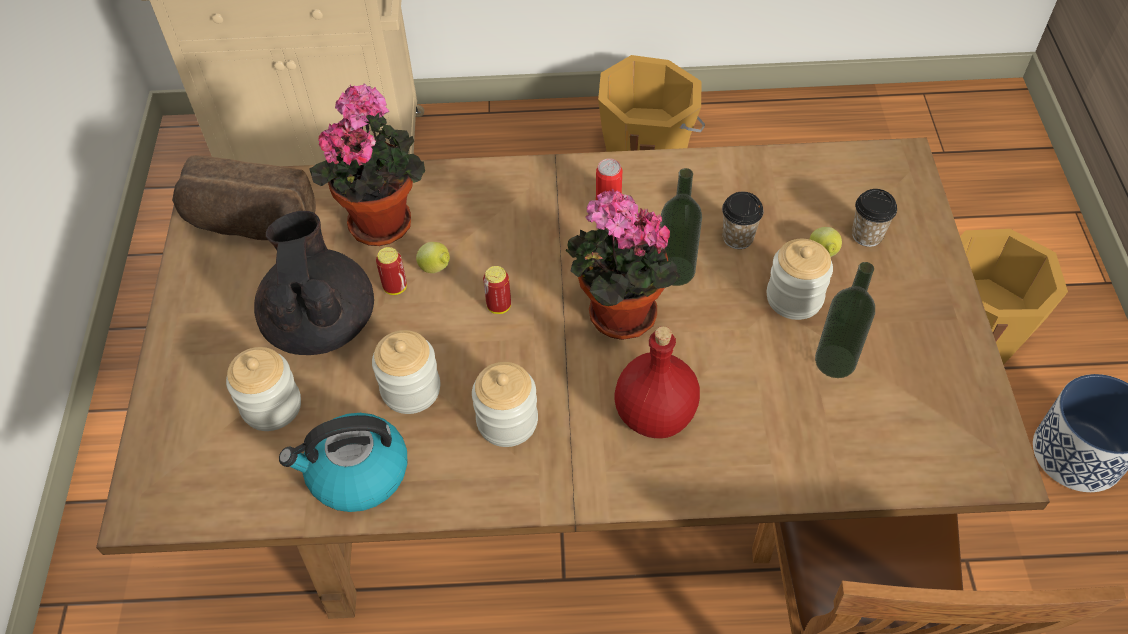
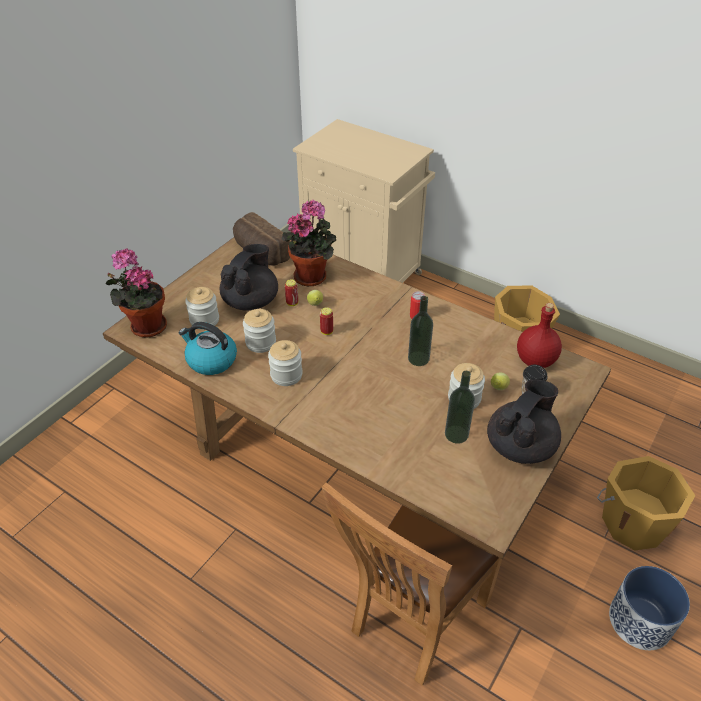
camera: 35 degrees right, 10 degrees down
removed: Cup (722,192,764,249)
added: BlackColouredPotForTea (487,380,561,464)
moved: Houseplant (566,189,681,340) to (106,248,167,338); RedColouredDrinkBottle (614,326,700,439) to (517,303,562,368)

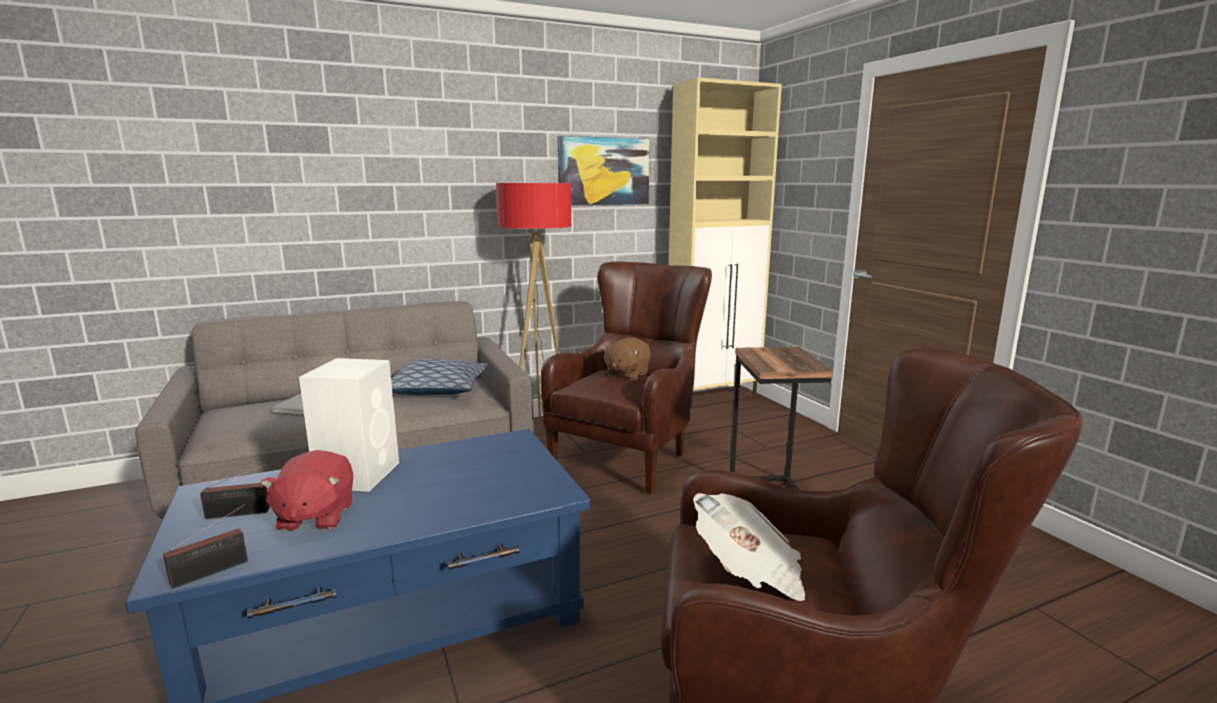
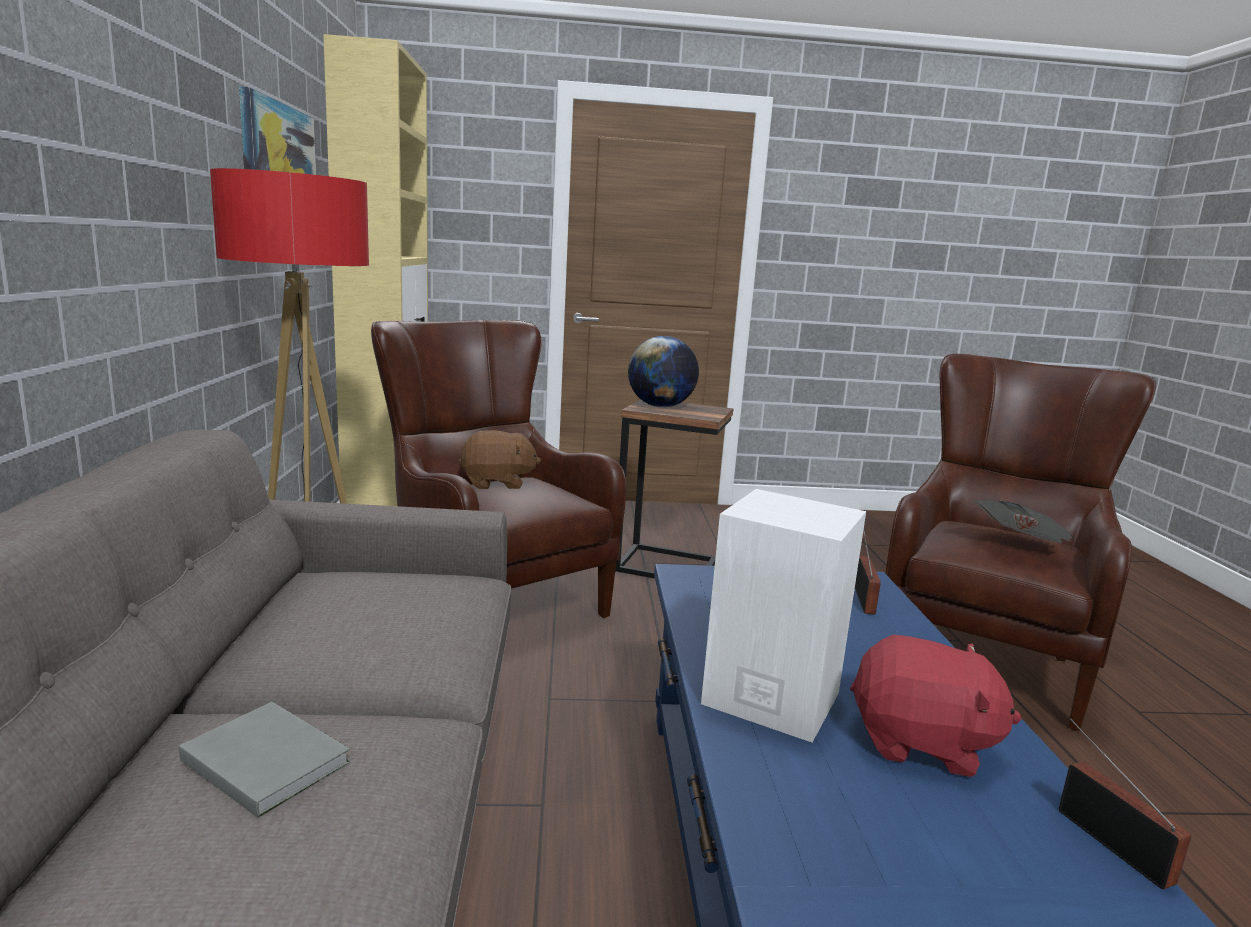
camera: 70 degrees left, 0 degrees up
removed: Cushion (391,358,489,395)
added: WorldGlobe (628,336,699,408)
moved: Radio (200,463,270,519) to (855,530,881,614)
turned: BrownSoftToy (602,337,651,380) = (459,430,541,489) 60 degrees counterclockwise

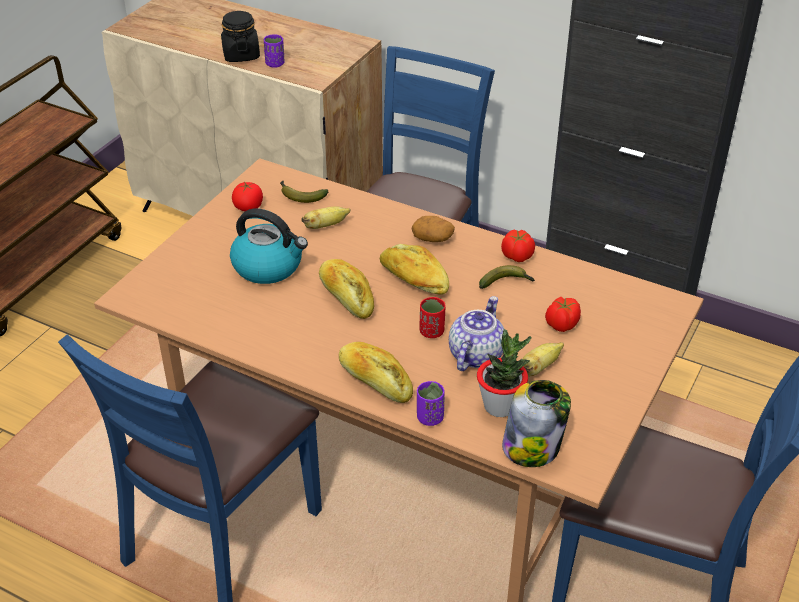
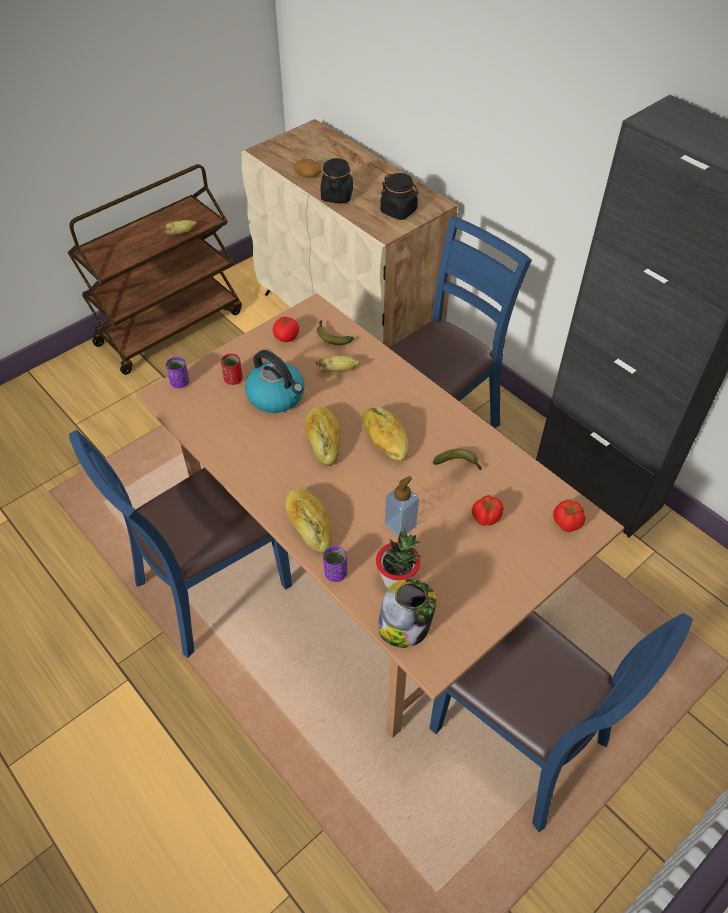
camera: 20 degrees right, 10 degrees up
added: BlackColouredPreserveJar (380,173,419,220)
moved: PurpleCup (264,34,284,68) to (166,357,189,388); Potato (411,216,455,242) to (294,159,321,178); RedColouredCup (420,297,446,338) to (221,354,243,385); Tomato (501,229,535,262) to (553,500,586,532); BananaFruit (522,342,564,376) to (162,220,197,235)
replaced: PotForTea (449,296,504,371) to SoapDispenser (385,476,419,536)

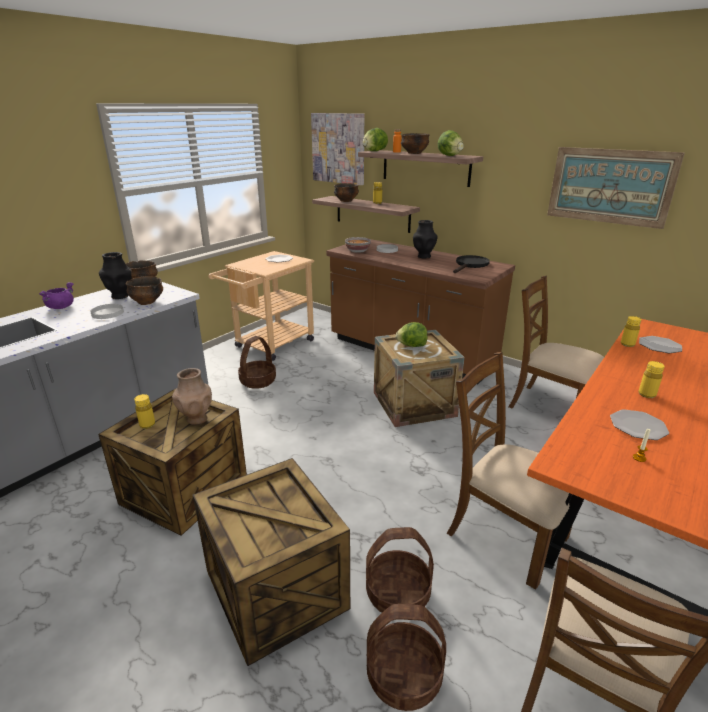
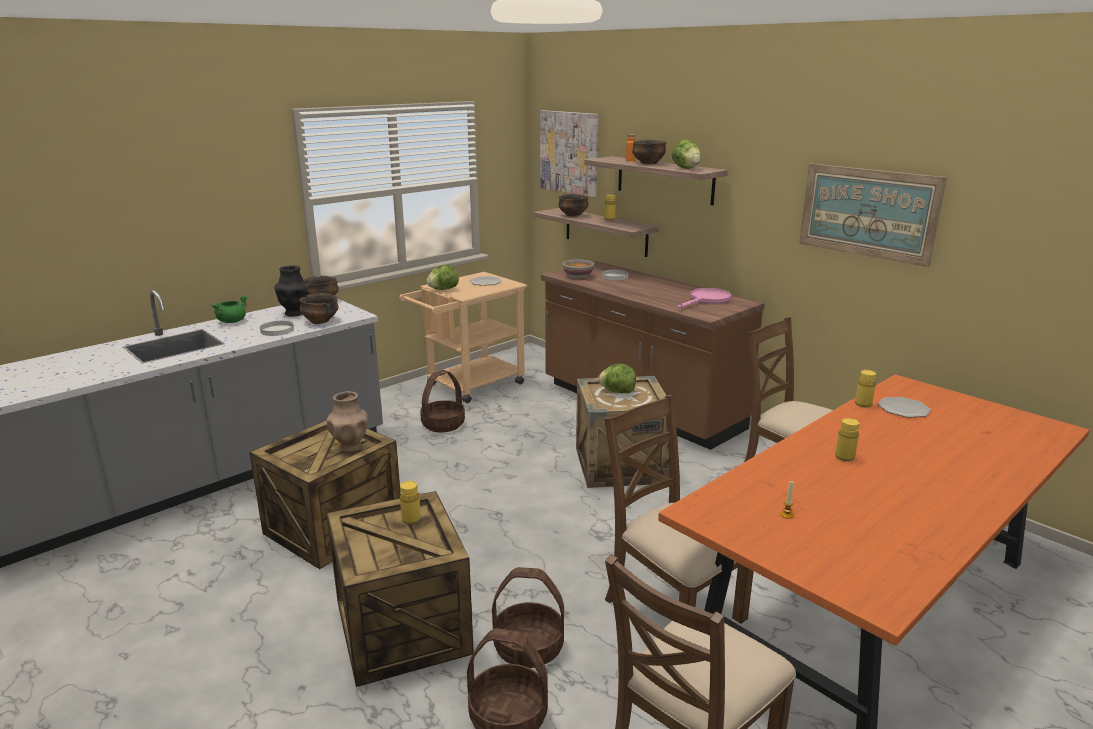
camera: 10 degrees right, 5 degrees down
removed: BlackColouredDecorativeVase (413,220,438,259); DinnerPlate (610,409,669,440)
moved: YellowishDrinkBottle (134,394,155,429) to (400,481,421,525); LettuceHead (362,128,388,151) to (426,264,459,290)
recoloured: PurpleStockpot (39,282,74,309) to GreenStockpot (212,295,248,323); BlackColouredPan (453,255,490,273) to PinkishPan (678,288,731,309)

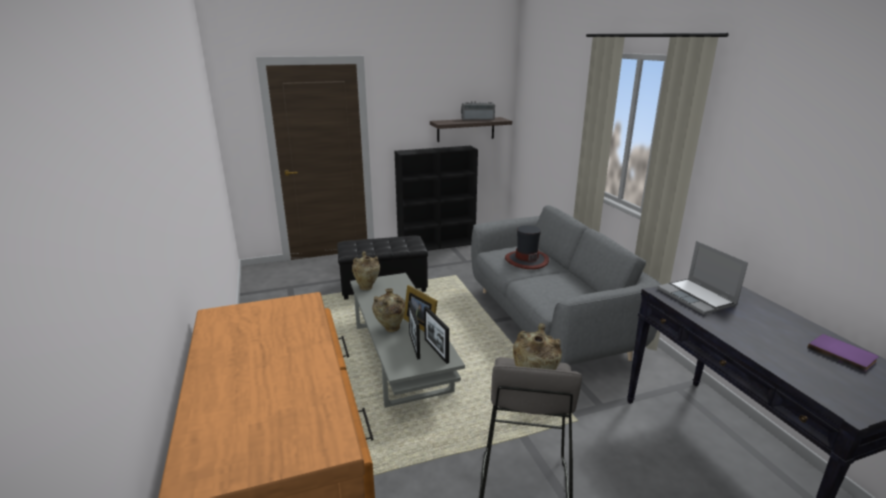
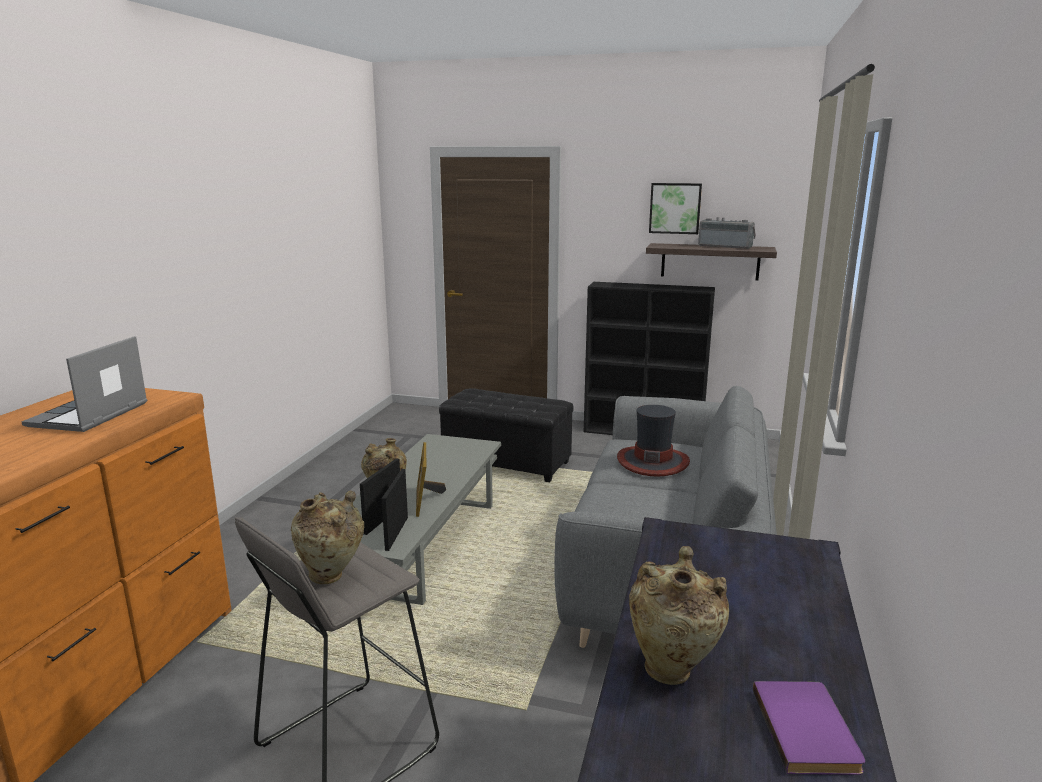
camera: 35 degrees right, 5 degrees down
added: Picture (649,183,702,234)
moved: BeigeColouredDecorativeVase (352,251,380,290) to (629,546,729,685); Laptop (657,241,748,315) to (22,336,147,432)

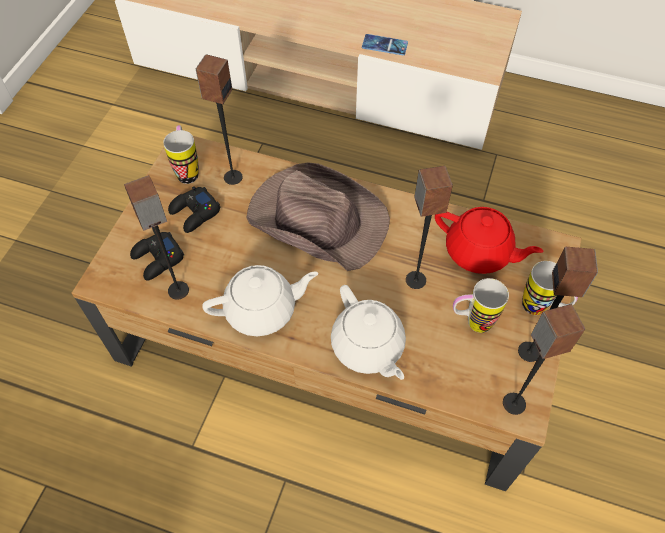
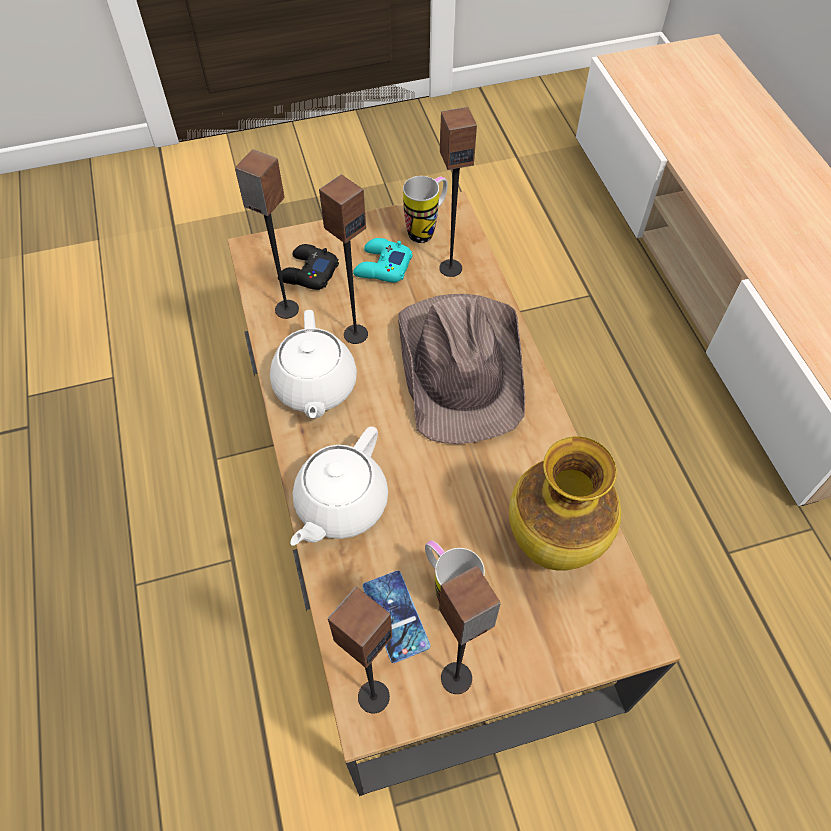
camera: 55 degrees right, 0 degrees up
removed: TeaMug (522,261,578,315)
moved: Phone (362,34,408,55) to (362,571,430,663); Loudspeaker (406,166,453,289) to (319,175,368,344)
replaced: RedColouredPotForTea (435,207,544,274) to DecorativeVase (509,436,621,570)
recoloured: BlackColouredGameController (168,186,221,233) to BlueGreenGameController (353,238,413,282)
turned: WhiteColouredPotForTea (202,265,318,336) = (270,310,357,418) 45 degrees clockwise

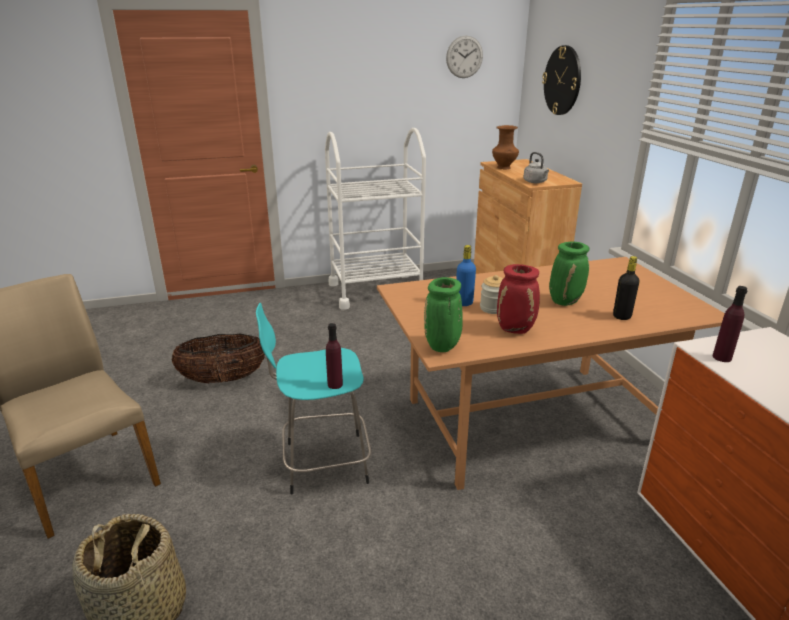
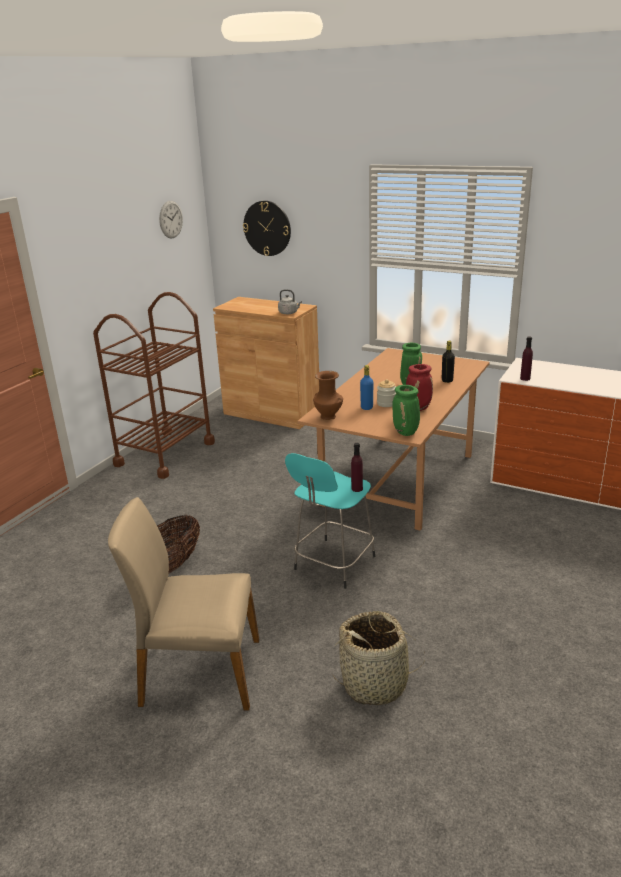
camera: 45 degrees left, 0 degrees up
moved: BrownDecorativeVase (492,125,519,170) to (313,371,343,420)
recoloured: WhiteColouredCart (325,128,426,310) to BrownCart (93,292,215,479)

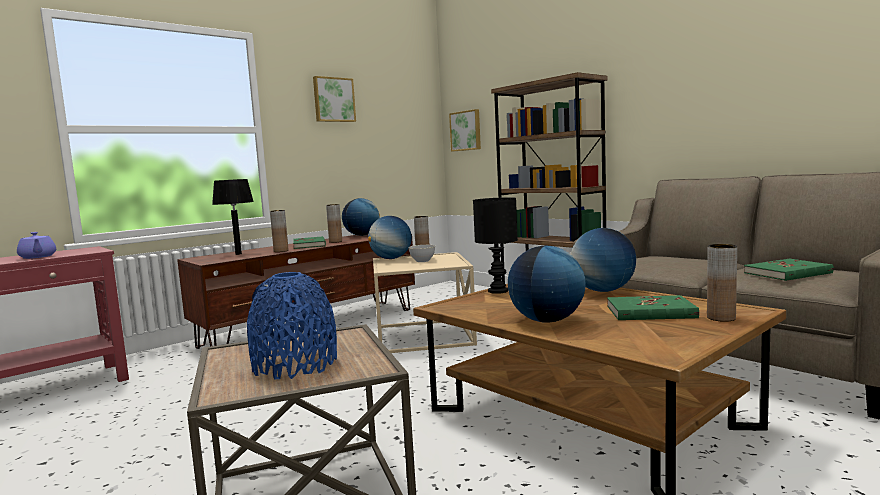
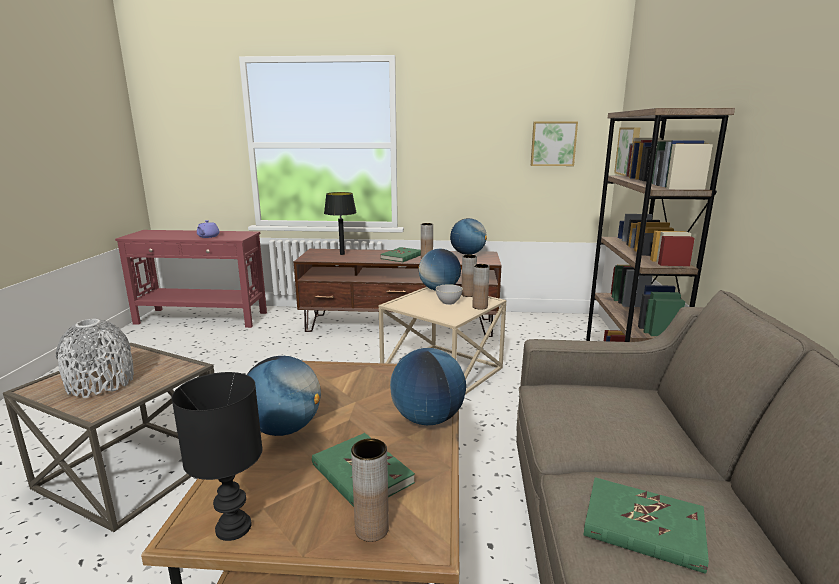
camera: 45 degrees right, 10 degrees up
moved: BrownDecorativeVase (270,210,289,252) to (472,264,490,310); Picture (313,76,356,122) to (531,122,578,166); BlackColouredTableLamp (473,197,518,294) to (171,372,262,541)
recoloured: BlueColouredDecorativeVase (247,272,337,379) to GrayDecorativeVase (56,319,134,398)

